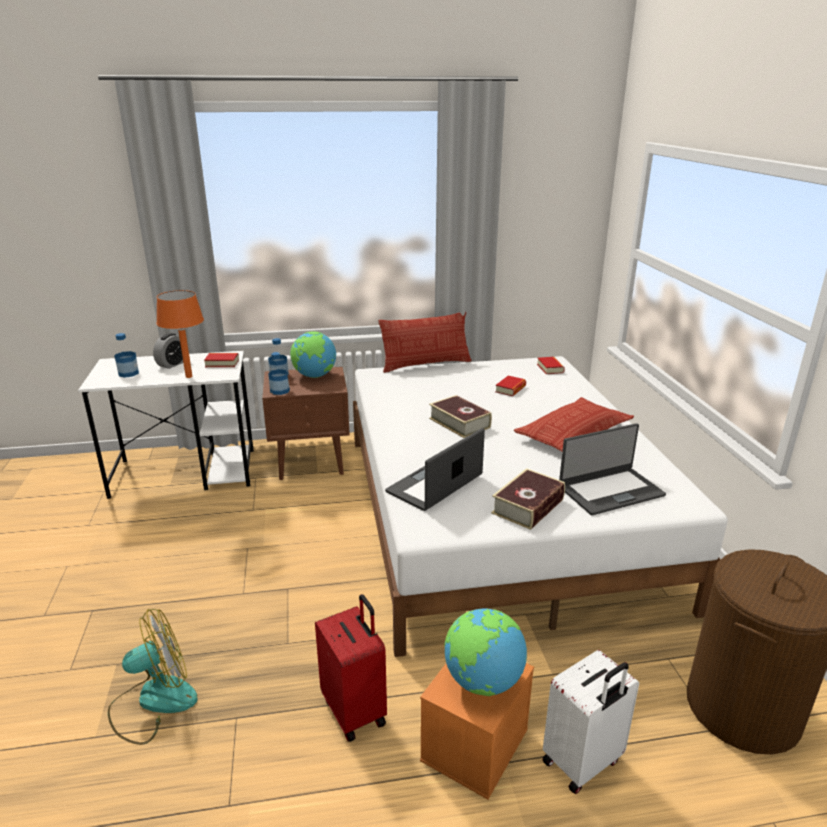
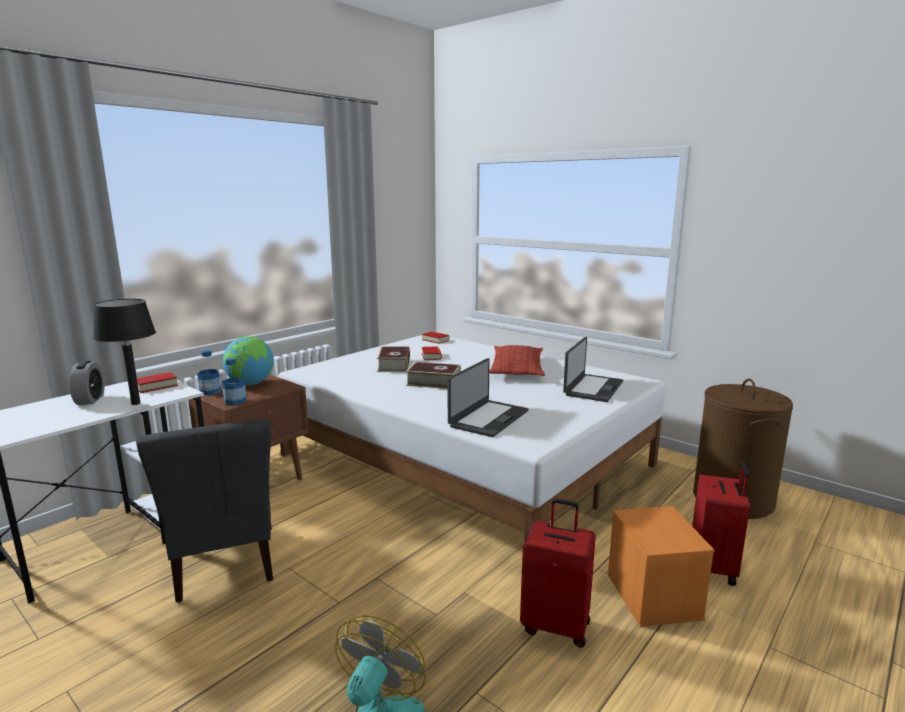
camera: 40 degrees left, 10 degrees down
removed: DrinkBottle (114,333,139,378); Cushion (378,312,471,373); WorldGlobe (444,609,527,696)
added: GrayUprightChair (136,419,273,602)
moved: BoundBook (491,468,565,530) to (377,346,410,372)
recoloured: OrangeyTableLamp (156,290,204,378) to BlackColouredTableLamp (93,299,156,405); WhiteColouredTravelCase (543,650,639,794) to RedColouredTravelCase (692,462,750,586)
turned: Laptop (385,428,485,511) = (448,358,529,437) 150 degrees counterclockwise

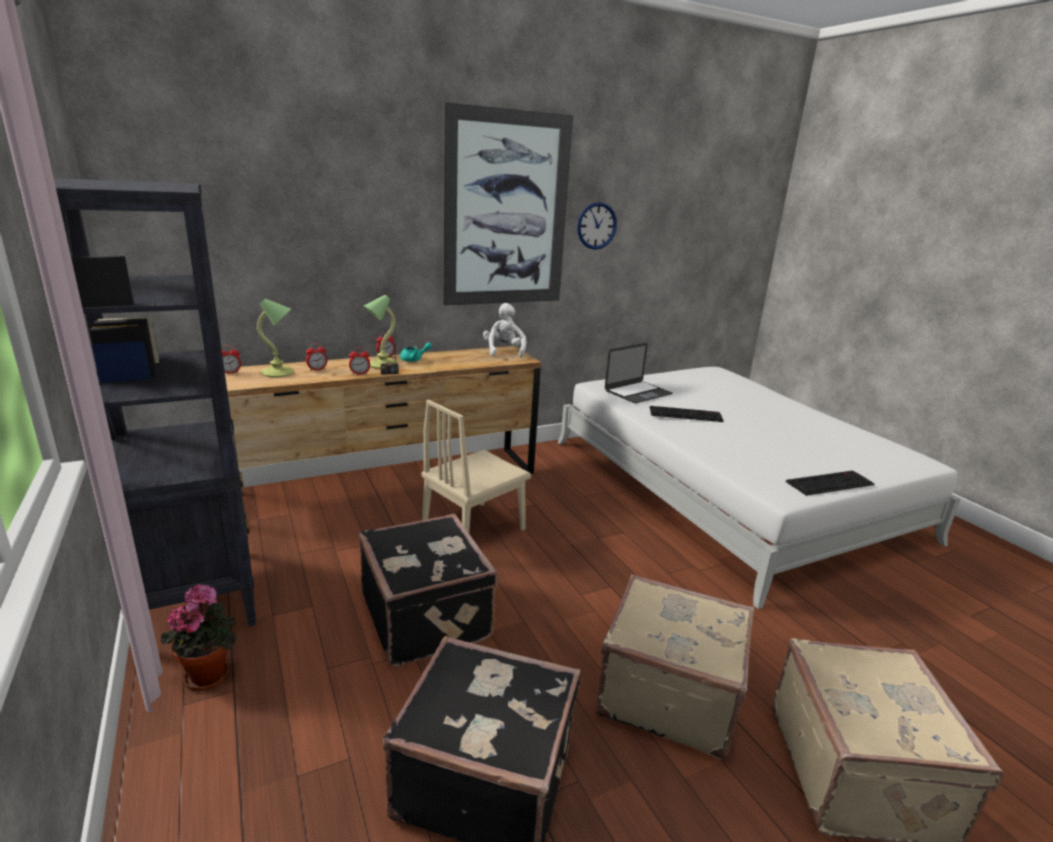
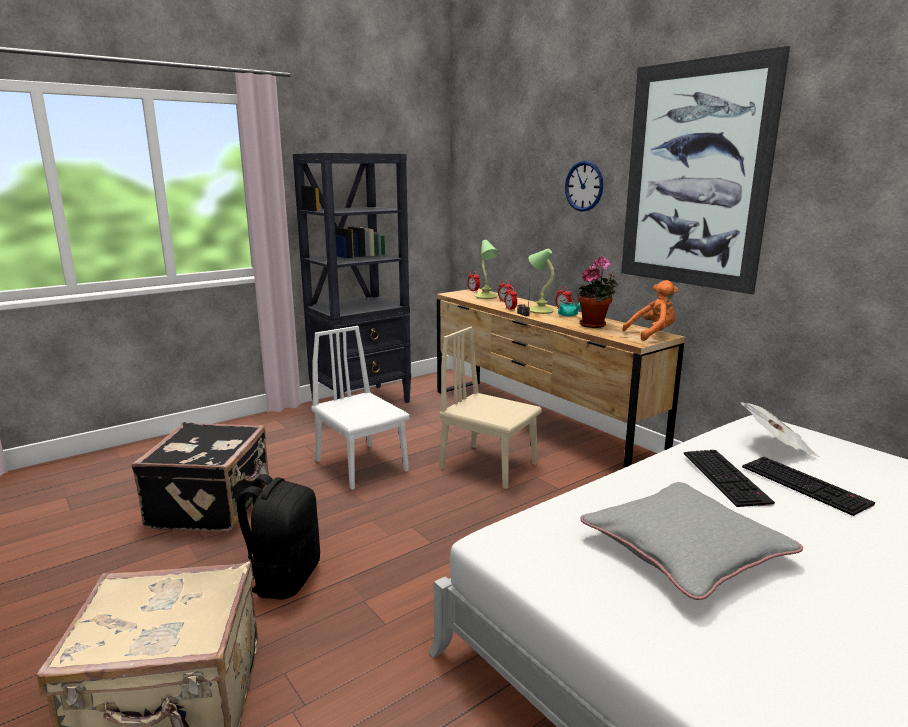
camera: 80 degrees right, 5 degrees down
added: GrayCushion (581,482,803,600)
moved: Houseplant (161,584,236,691) to (578,257,618,328); WallClock (577,202,617,250) to (565,161,603,212); ComputerKeyboard (786,470,874,496) to (742,457,875,516)
replaced: BlackColouredTravelCase (359,514,498,666) to WhiteColouredUprightChair (311,326,409,490); BeigeColouredTravelCase (595,574,754,760) to BlackColouredRucksack (237,474,320,600); Laptop (605,343,673,403) to DailyPaper (740,402,820,457)
recoloured: WhiteColouredSoftToy (483,303,526,358) to OrangeySoftToy (622,280,678,341)

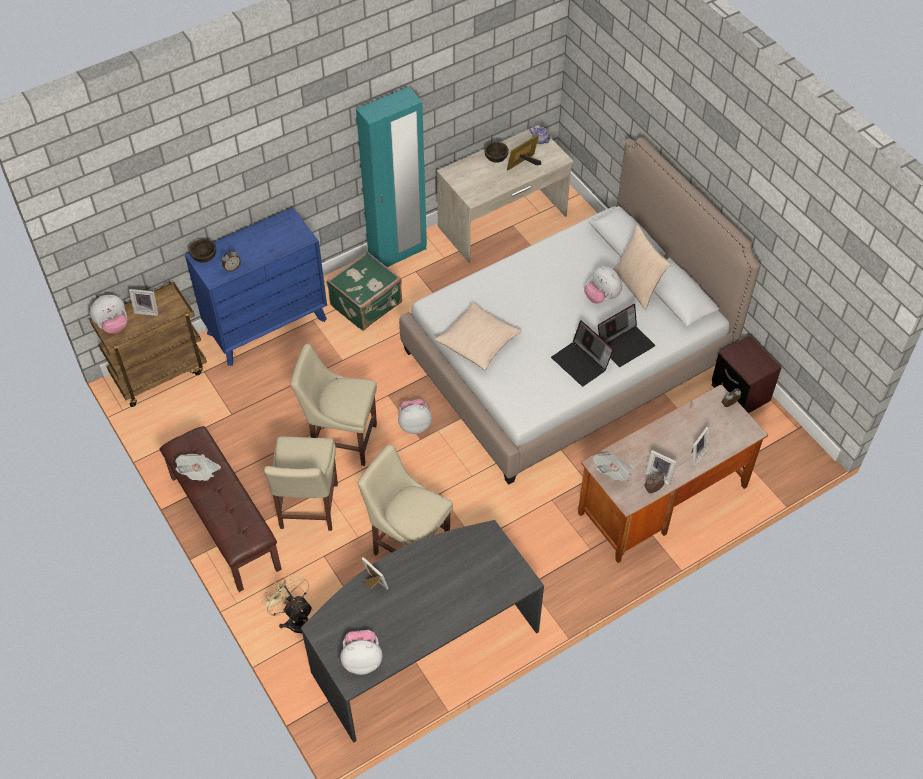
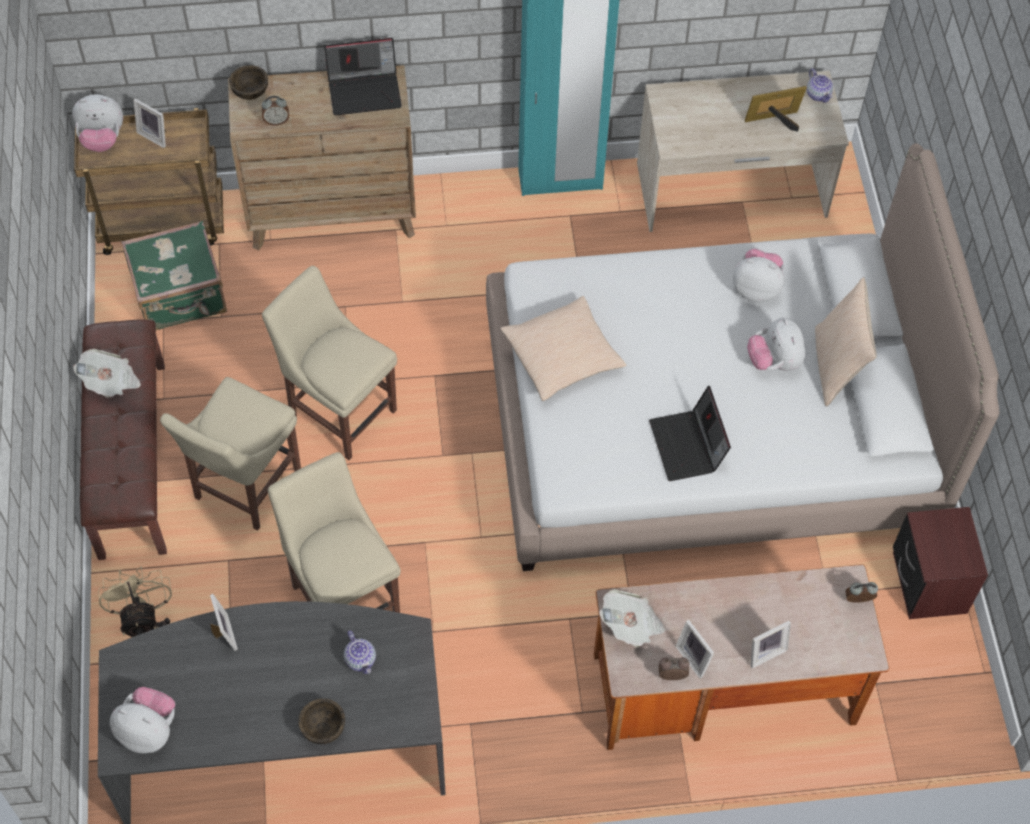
camera: 25 degrees right, 5 degrees up
added: PotForTea (344,630,376,674)
moved: GreenTravelCase (326,251,402,331) to (122,221,227,330); SoftToy (398,399,432,434) to (733,249,785,302); BrownDeepDish (484,142,509,163) to (298,698,345,744); Laptop (598,304,655,367) to (324,38,402,115)
recoloured: BlueColouredDresser (185,207,327,366) to BrownDresser (228,65,416,250)

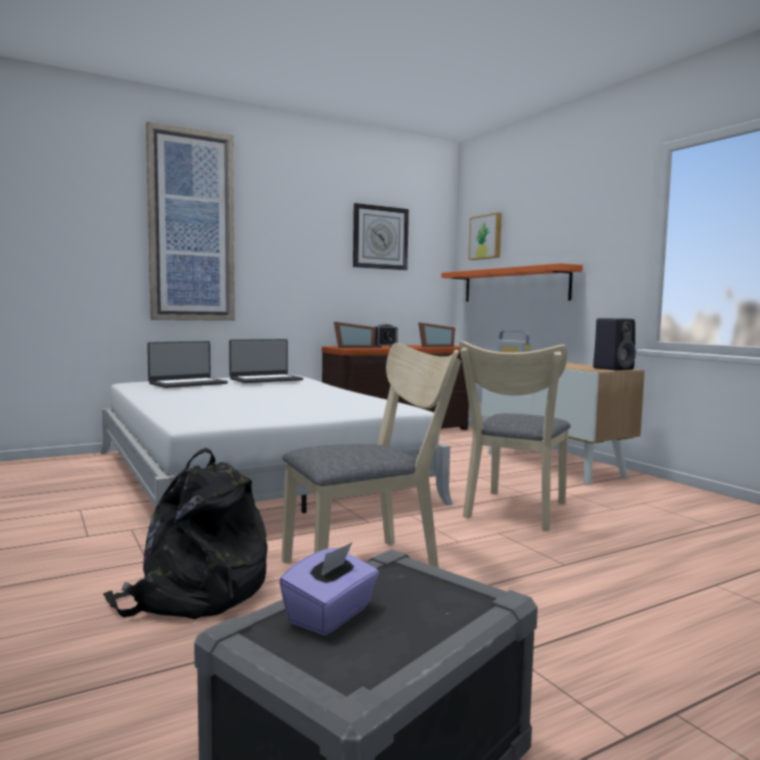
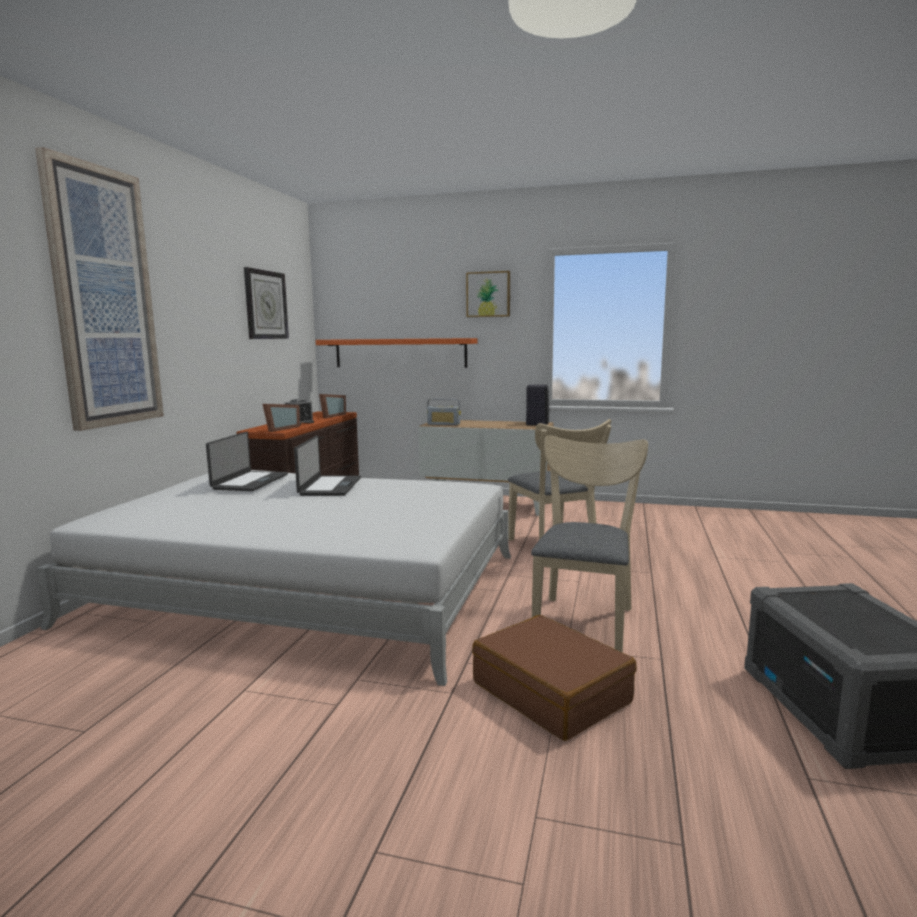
camera: 45 degrees left, 5 degrees up
removed: PurpleBoxOfTissues (279,542,379,635)
moved: Laptop (147,341,228,388) to (294,435,361,496); Picture (469,212,502,260) to (466,271,510,317)
replaced: BlackColouredRucksack (103,448,268,619) to BrownTravelCase (472,615,637,741)

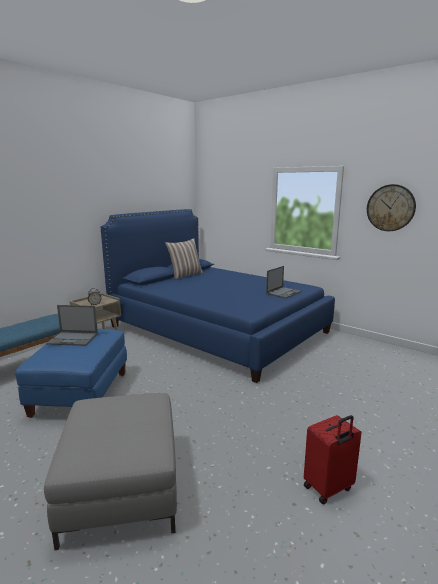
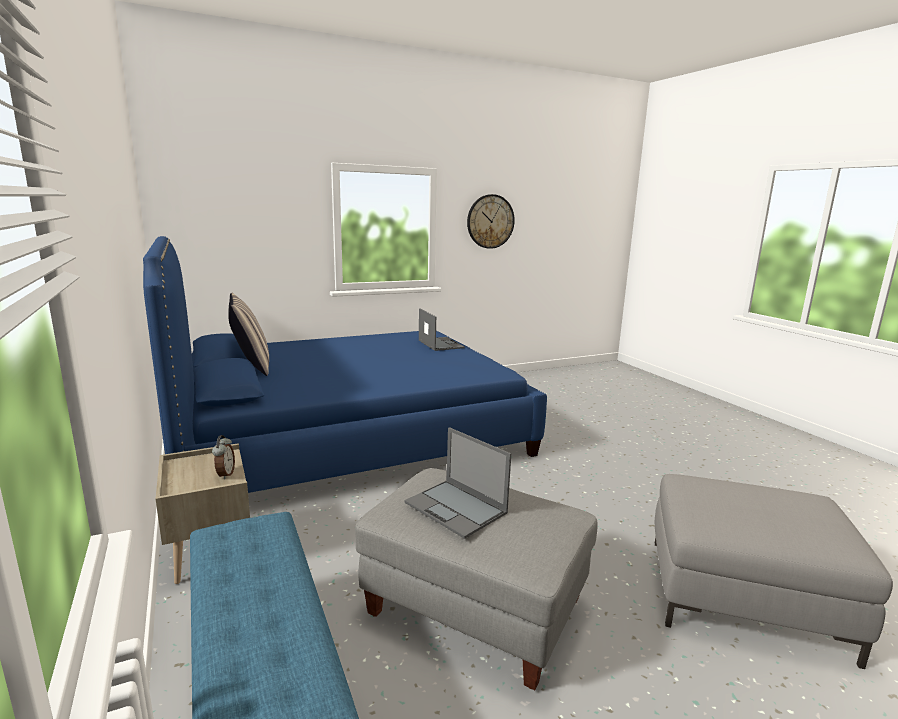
camera: 65 degrees left, 0 degrees up
removed: RedColouredTravelCase (304,415,361,504)
recoloured: BlueColouredPouffe (15,329,127,418) to GrayPouffe (355,468,598,690)
turned: Laptop (46,305,98,346) = (404,427,511,539) 105 degrees clockwise

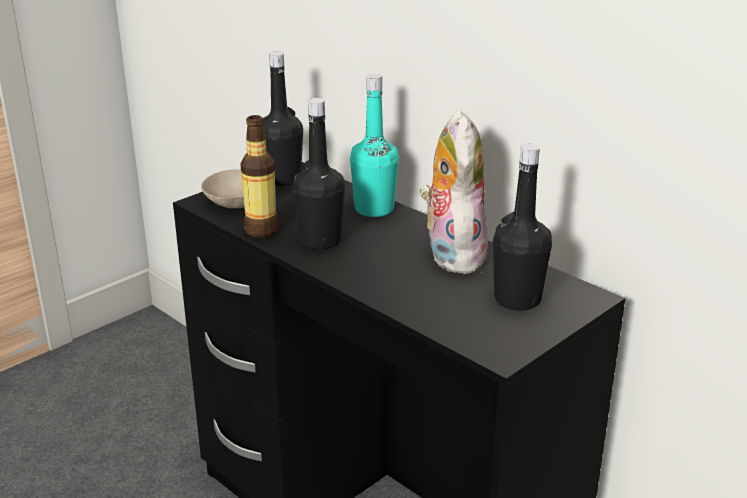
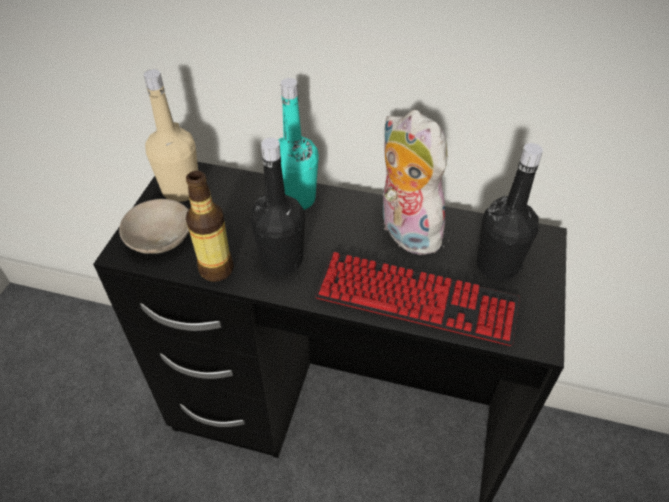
camera: 30 degrees left, 20 degrees up
added: ComputerKeyboard (315,252,520,346)
recoloured: BlackColouredDrinkBottle (263,51,303,187) to BeigeColouredDrinkBottle (144,69,198,202)

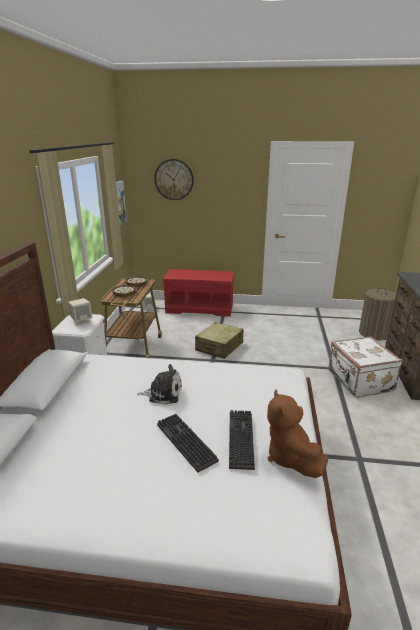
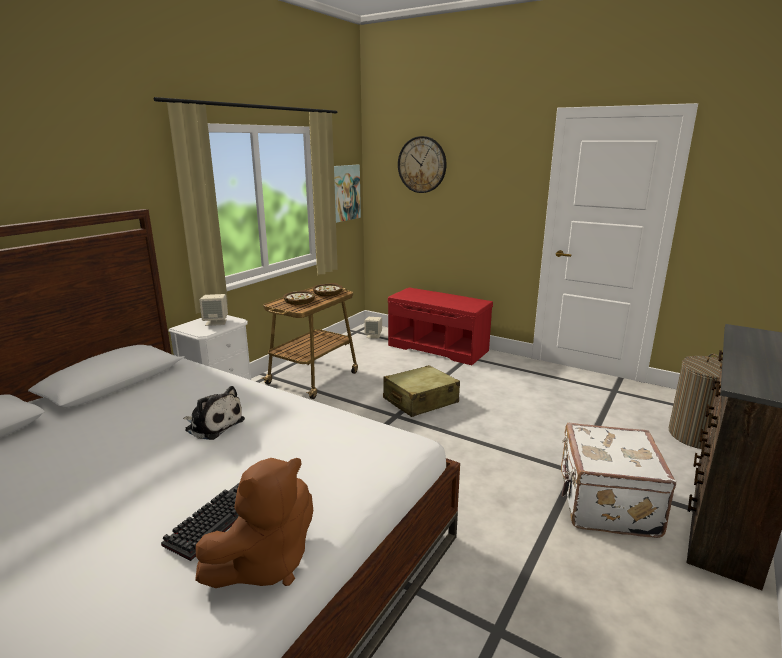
camera: 25 degrees right, 5 degrees down
removed: ComputerKeyboard (157,414,219,472)
turned: BrownSoftToy (267,390,328,478) = (195,458,313,588) 150 degrees counterclockwise

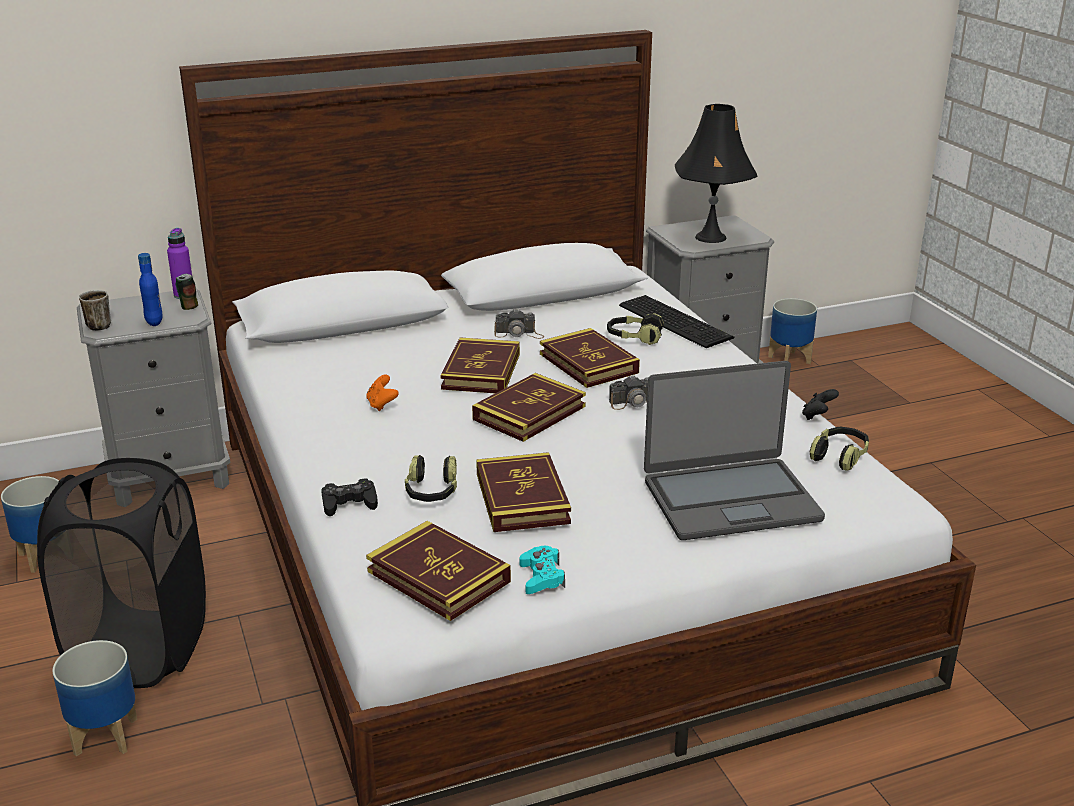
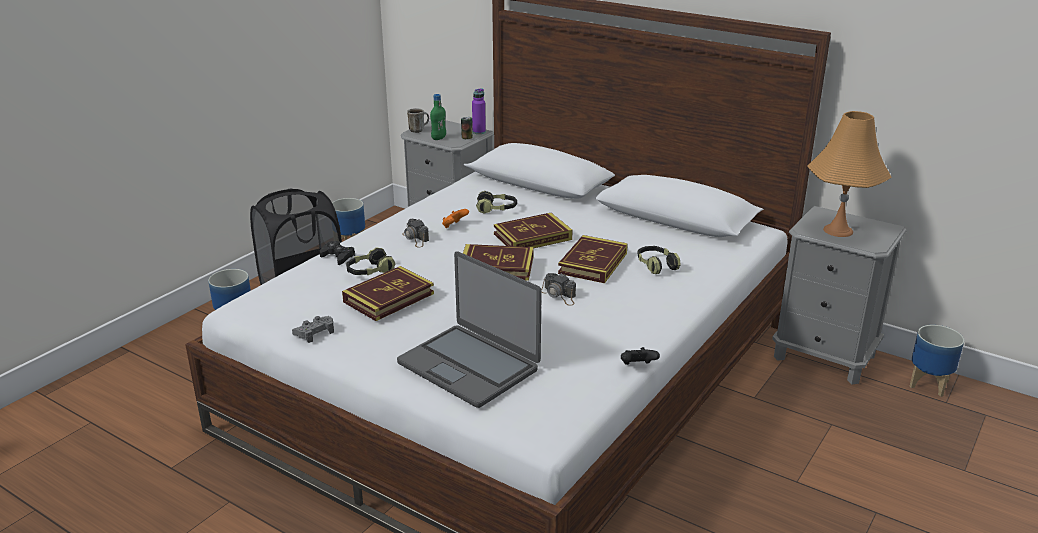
camera: 55 degrees right, 0 degrees up
removed: BoundBook (366,521,511,621); ComputerKeyboard (619,295,734,348)
moved: PhotoCamera (494,309,544,339) to (402,219,429,247); Headset (810,427,869,471) to (476,191,517,214)
recoloured: BlueColouredDrinkBottle (138,253,163,326) to GreenDrinkBottle (430,94,446,140); BlueGreenGameController (519,546,565,594) to GrayGameController (292,316,334,343); BlackColouredTableLamp (675,104,757,243) to OrangeyTableLamp (808,111,891,237)

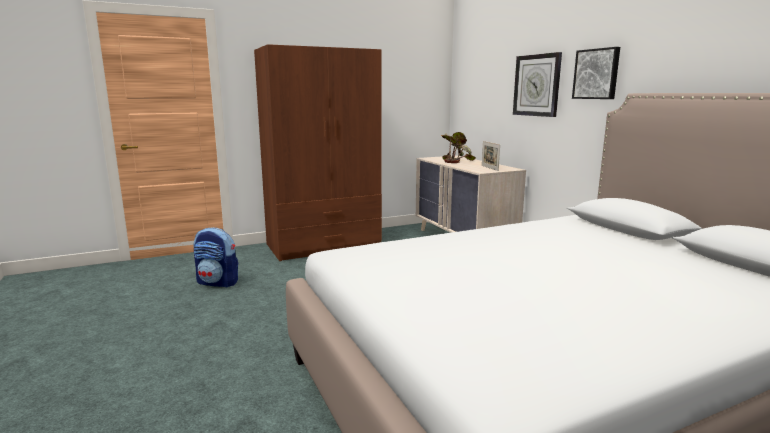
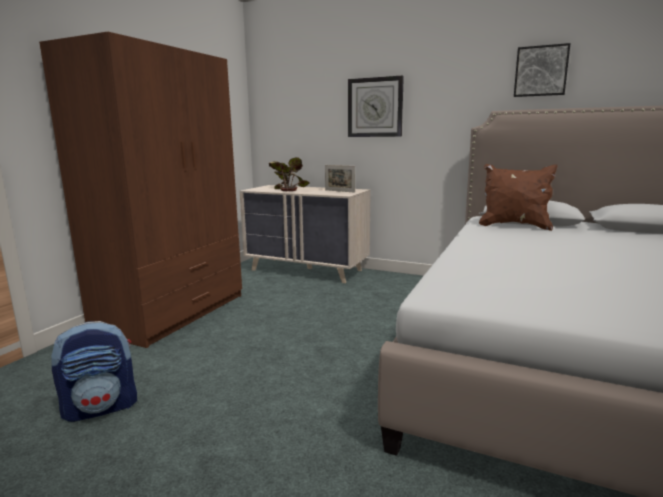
camera: 40 degrees left, 0 degrees up
added: BrownCushion (479,164,558,231)
moved: Picture (572,47,620,99) to (514,43,571,97)

